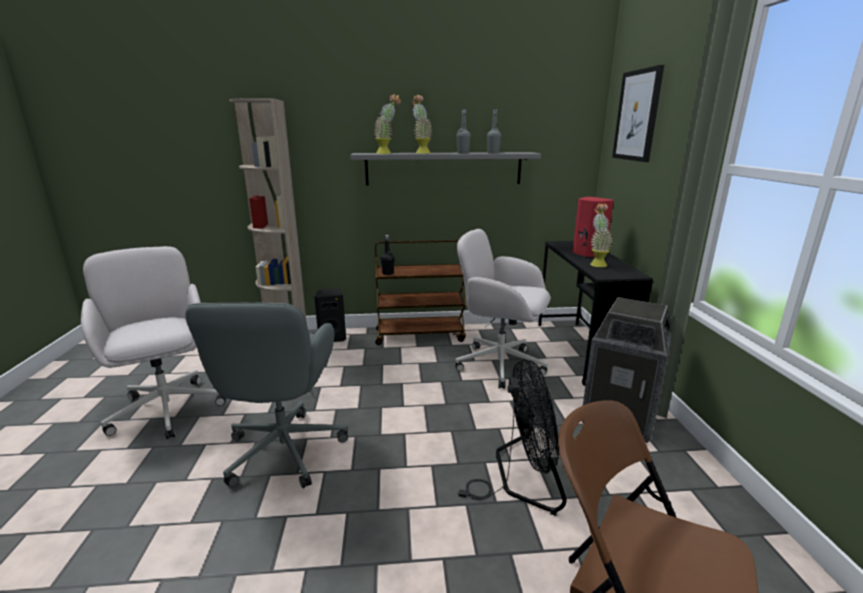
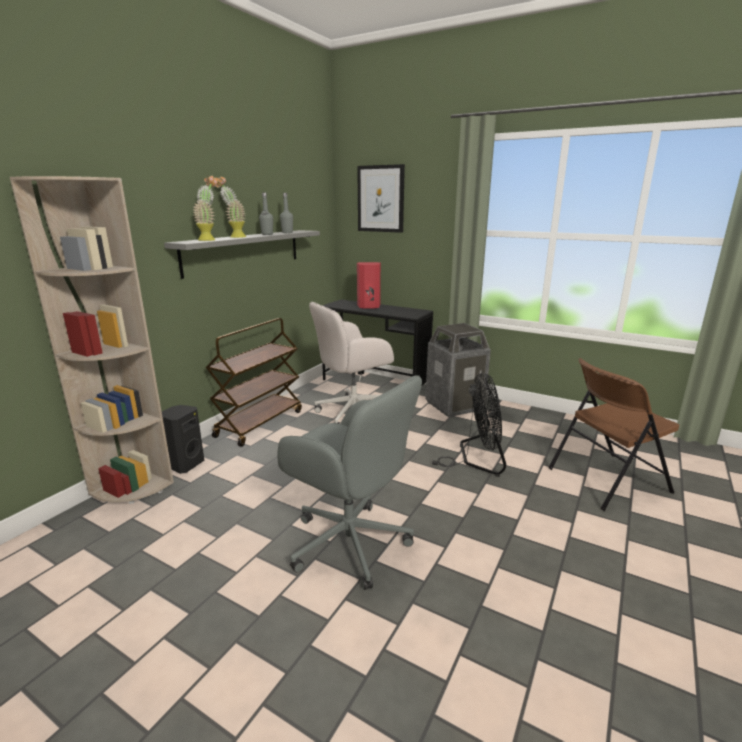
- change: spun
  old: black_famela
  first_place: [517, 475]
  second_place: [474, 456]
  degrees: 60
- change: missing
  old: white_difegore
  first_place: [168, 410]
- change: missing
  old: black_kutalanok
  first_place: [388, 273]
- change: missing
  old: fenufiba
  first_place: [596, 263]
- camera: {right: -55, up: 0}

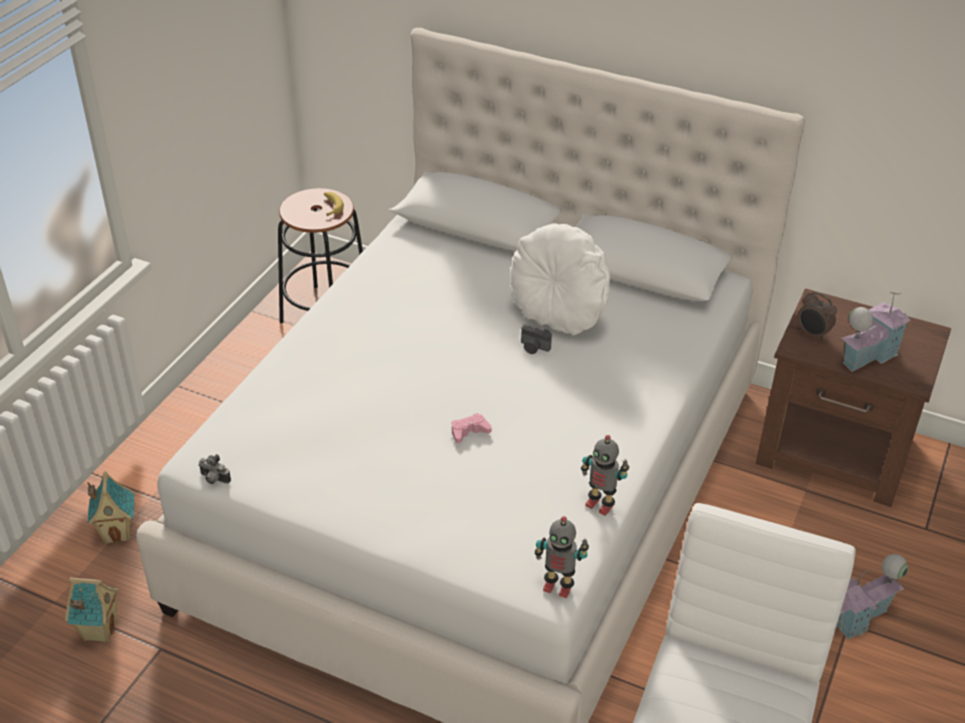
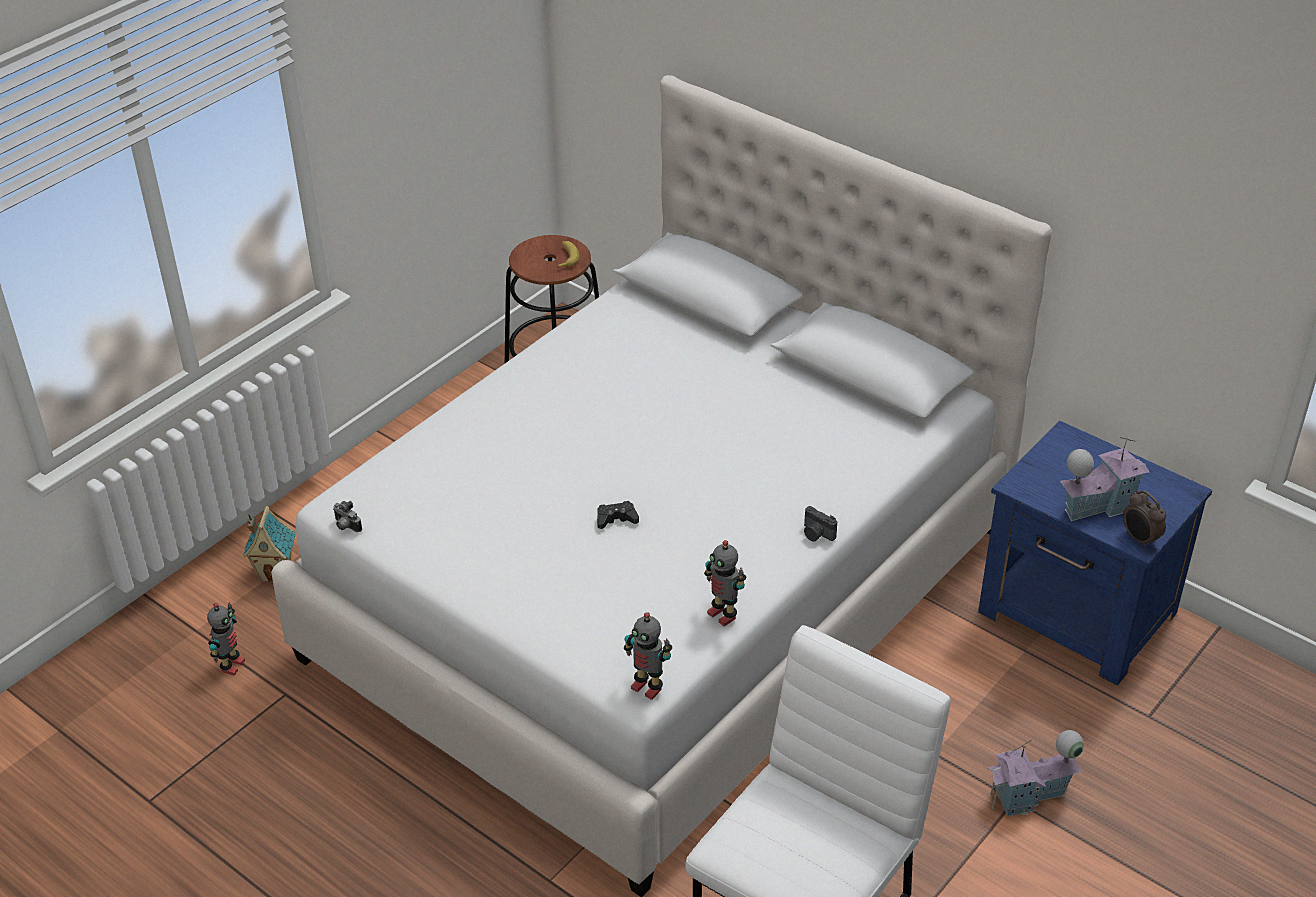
- change: exchanged
  old: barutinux
  new: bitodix
  first_place: [99, 630]
  second_place: [231, 665]
- change: colour
  old: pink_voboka
  new: black_voboka
  first_place: [469, 431]
  second_place: [616, 519]
- change: relocated
  old: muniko
  first_place: [533, 348]
  second_place: [816, 534]
- change: colour
  old: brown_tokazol
  new: blue_tokazol
  first_place: [836, 452]
  second_place: [1078, 615]
- change: relocated
  old: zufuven
  first_place: [812, 334]
  second_place: [1139, 539]
- change: missing
  old: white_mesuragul
  first_place: [557, 317]
- camera: {right: 15, up: 0}

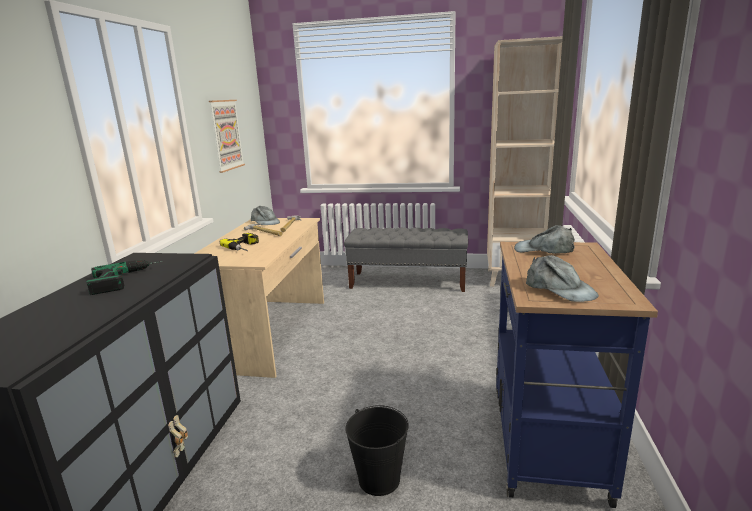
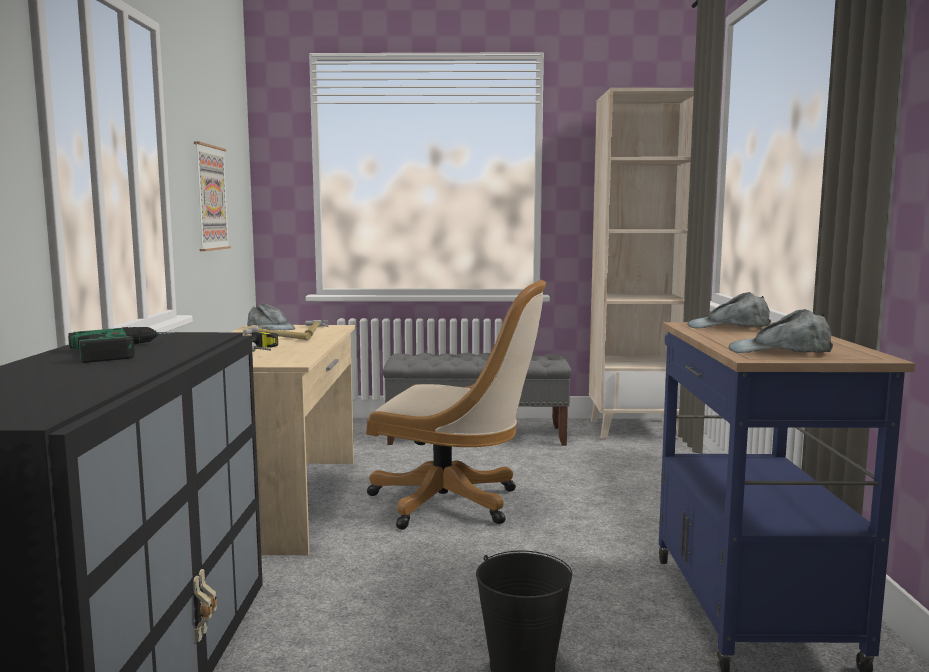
- change: appeared
  new: difegore
  second_place: [455, 503]
- change: spun
  old: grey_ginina
  first_place: [559, 289]
  second_place: [779, 351]
  degrees: 150
- camera: {right: -10, up: -10}

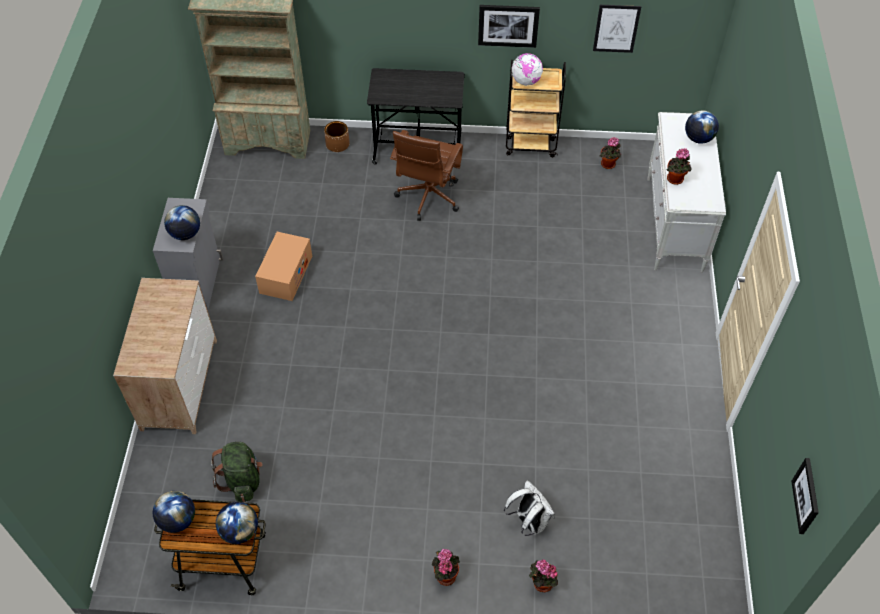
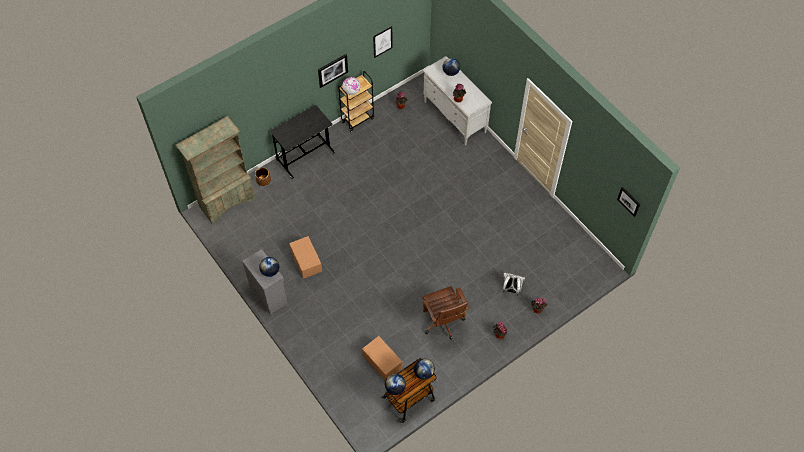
- change: exchanged
  old: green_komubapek
  new: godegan
  first_place: [242, 480]
  second_place: [382, 362]
- change: relocated
  old: brown_difegore
  first_place: [427, 199]
  second_place: [443, 323]
- change: missing
  old: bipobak
  first_place: [179, 384]
- camera: {right: -40, up: 5}

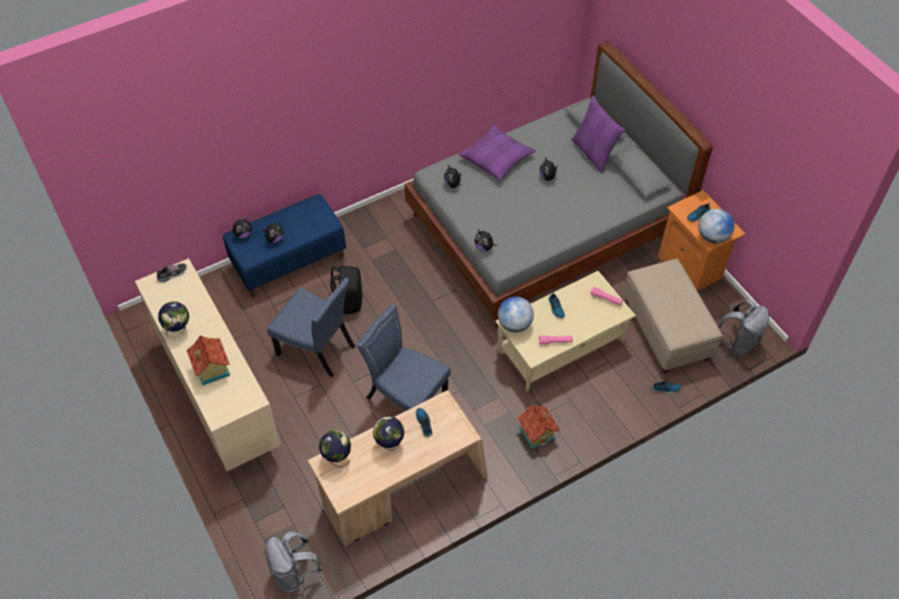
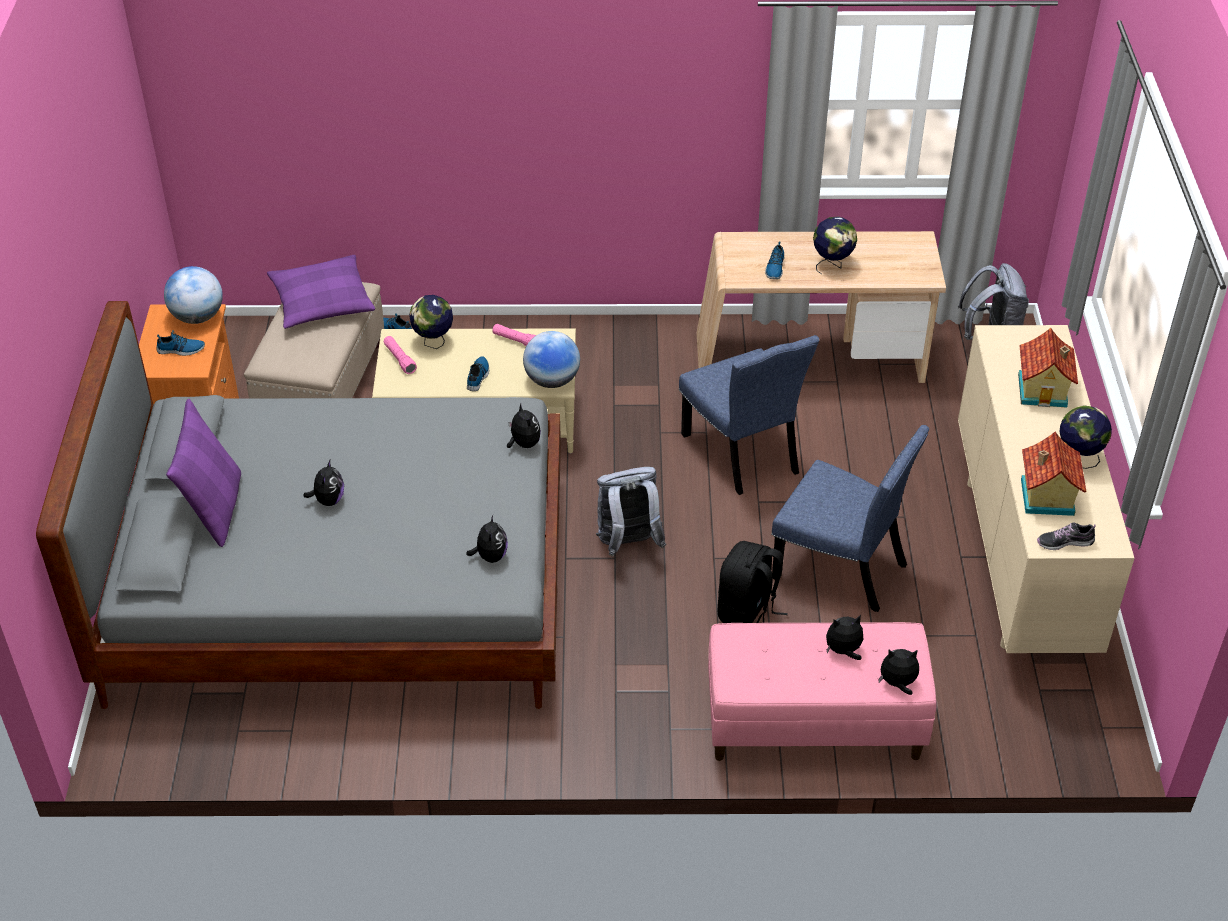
- change: relocated
  old: purple_mesuragul
  first_place: [496, 158]
  second_place: [322, 302]
- change: relocated
  old: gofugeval
  first_place: [337, 457]
  second_place: [433, 342]
- change: relocated
  old: grey_komubapek
  first_place: [738, 342]
  second_place: [628, 544]
- change: colour
  old: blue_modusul
  new: pink_modusul
  first_place: [289, 261]
  second_place: [813, 725]
- change: spun
  old: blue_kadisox
  first_place: [315, 348]
  second_place: [838, 567]
  degrees: 150
- change: relocated
  old: barutinux
  first_place: [537, 433]
  second_place: [1045, 497]
- camera: {right: -150, up: -10}

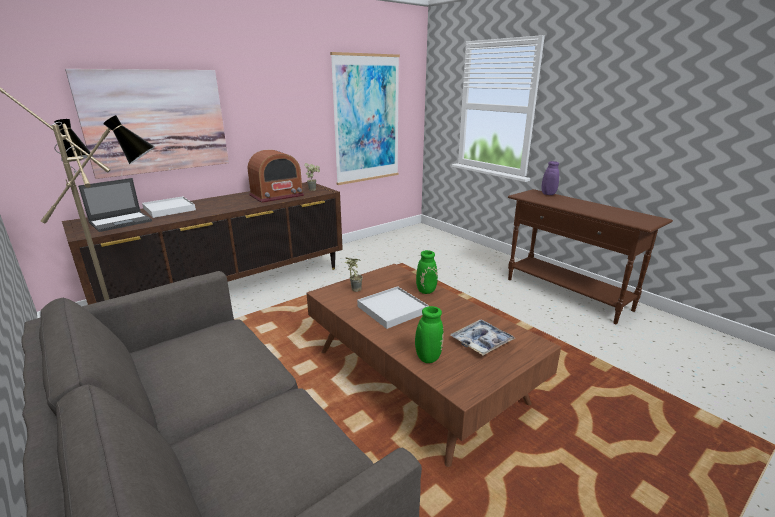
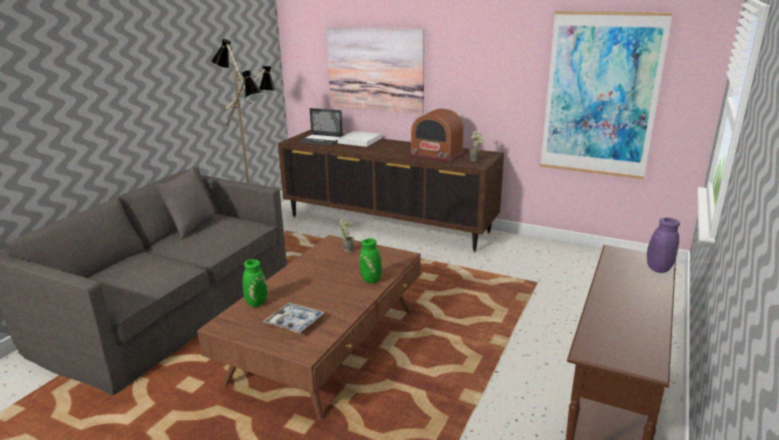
- change: appeared
  new: grey_mesuragul
  second_place: [191, 226]
- change: missing
  old: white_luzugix
  first_place: [392, 309]
- camera: {right: 65, up: 0}

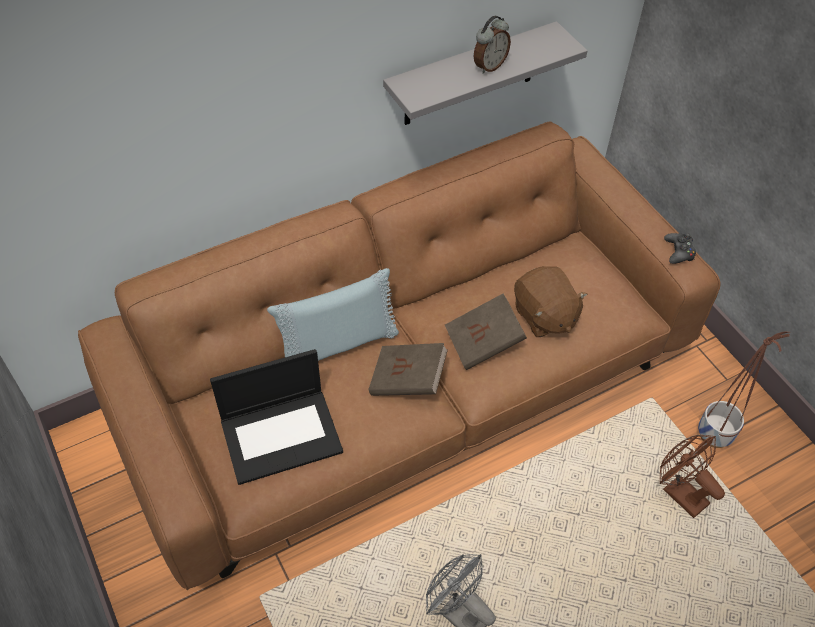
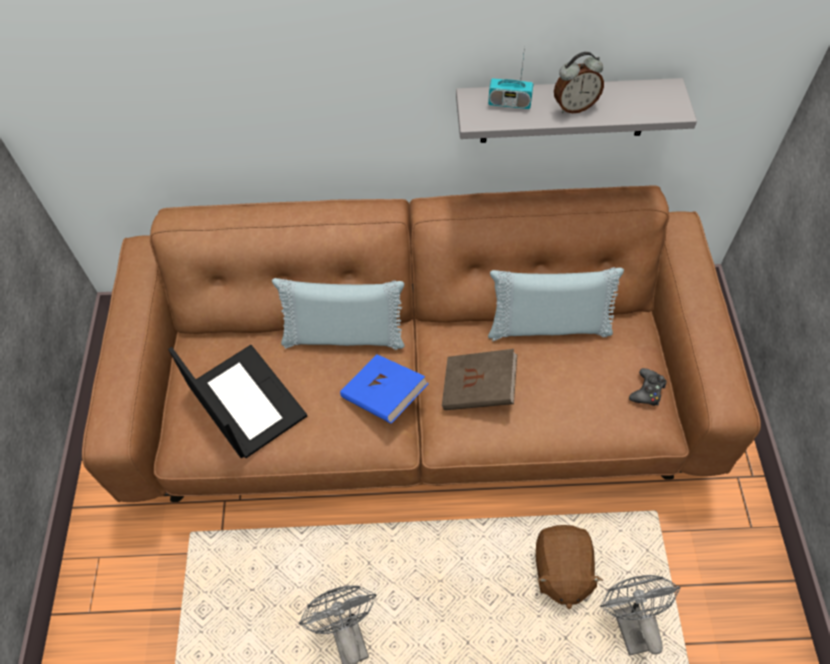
- change: spun
  old: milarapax
  first_place: [282, 434]
  second_place: [245, 401]
  degrees: -135
- change: colour
  old: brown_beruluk
  new: blue_beruluk
  first_place: [407, 380]
  second_place: [384, 397]
- change: appeared
  new: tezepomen
  second_place: [509, 103]
- change: appeared
  new: blue_mesuragul
  second_place: [548, 326]
- change: relocated
  old: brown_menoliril
  first_place: [544, 316]
  second_place: [561, 571]
- change: colour
  old: brown_famela
  new: grey_famela
  first_place: [679, 492]
  second_place: [629, 622]
- change: relocated
  old: black_voboka
  first_place: [679, 252]
  second_place: [647, 391]
- change: missing
  old: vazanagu
  first_place: [715, 434]
- camera: {right: 30, up: 5}

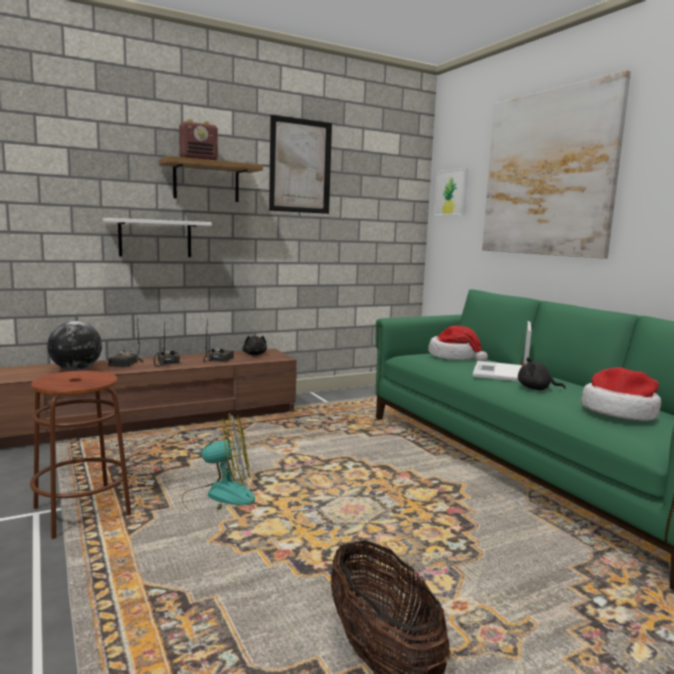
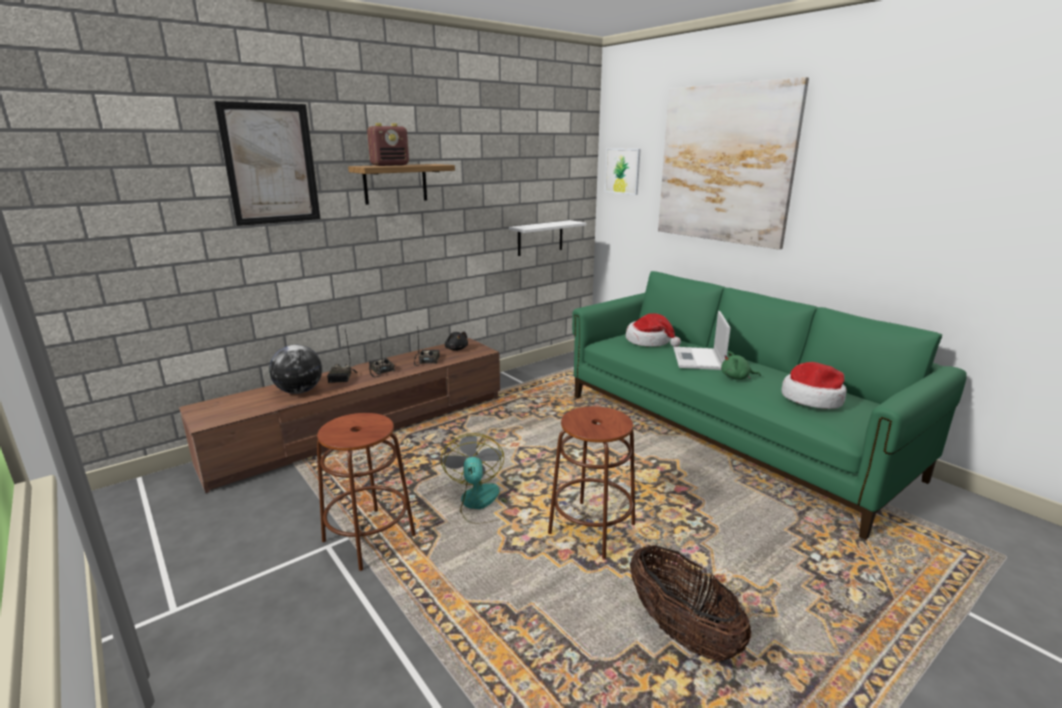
- change: relocated
  old: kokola
  first_place: [300, 166]
  second_place: [270, 164]
- change: spun
  old: famela
  first_place: [219, 497]
  second_place: [481, 504]
  degrees: -75
- change: relocated
  old: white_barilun
  first_place: [155, 238]
  second_place: [540, 238]
- change: appeared
  new: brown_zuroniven
  second_place: [592, 529]
- change: colour
  old: black_menoliril
  new: green_menoliril
  first_place: [536, 389]
  second_place: [737, 378]
- camera: {right: -10, up: 10}

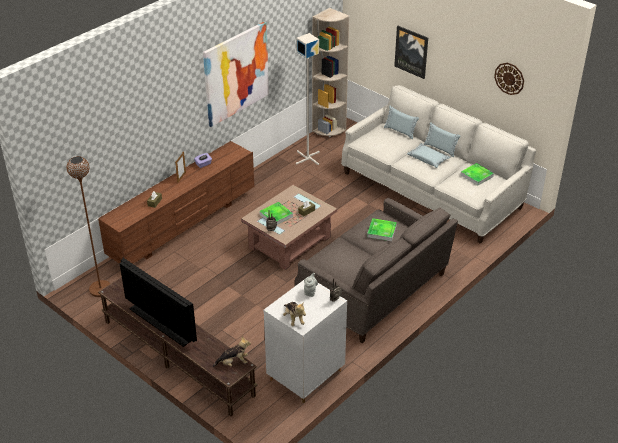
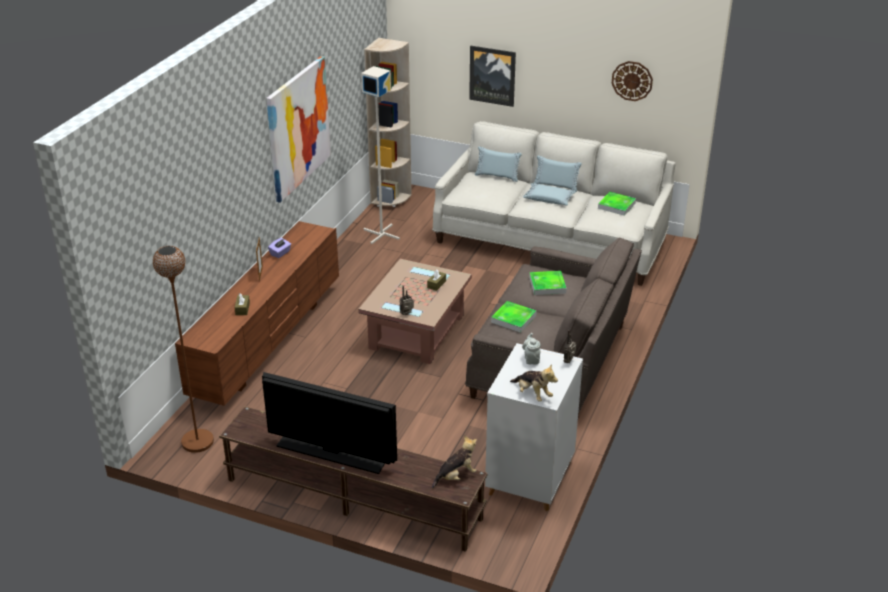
- change: relocated
  old: luzugix
  first_place: [276, 215]
  second_place: [513, 319]
- camera: {right: -20, up: -5}

